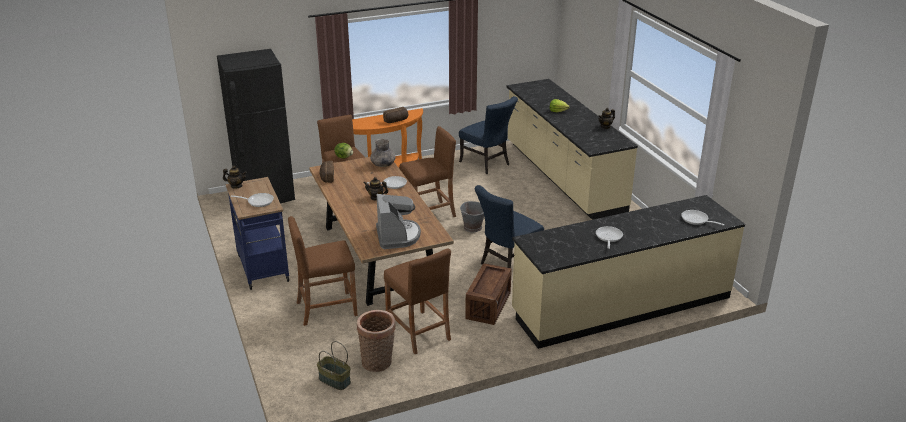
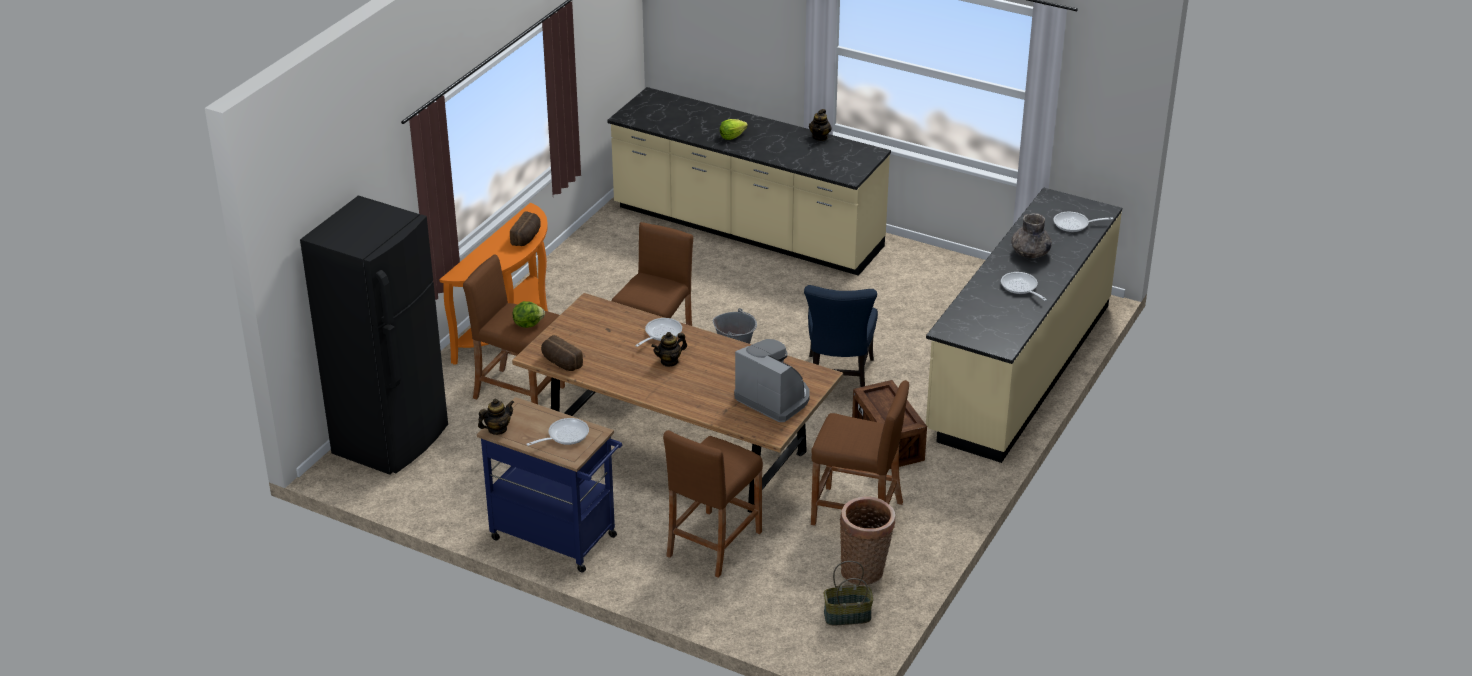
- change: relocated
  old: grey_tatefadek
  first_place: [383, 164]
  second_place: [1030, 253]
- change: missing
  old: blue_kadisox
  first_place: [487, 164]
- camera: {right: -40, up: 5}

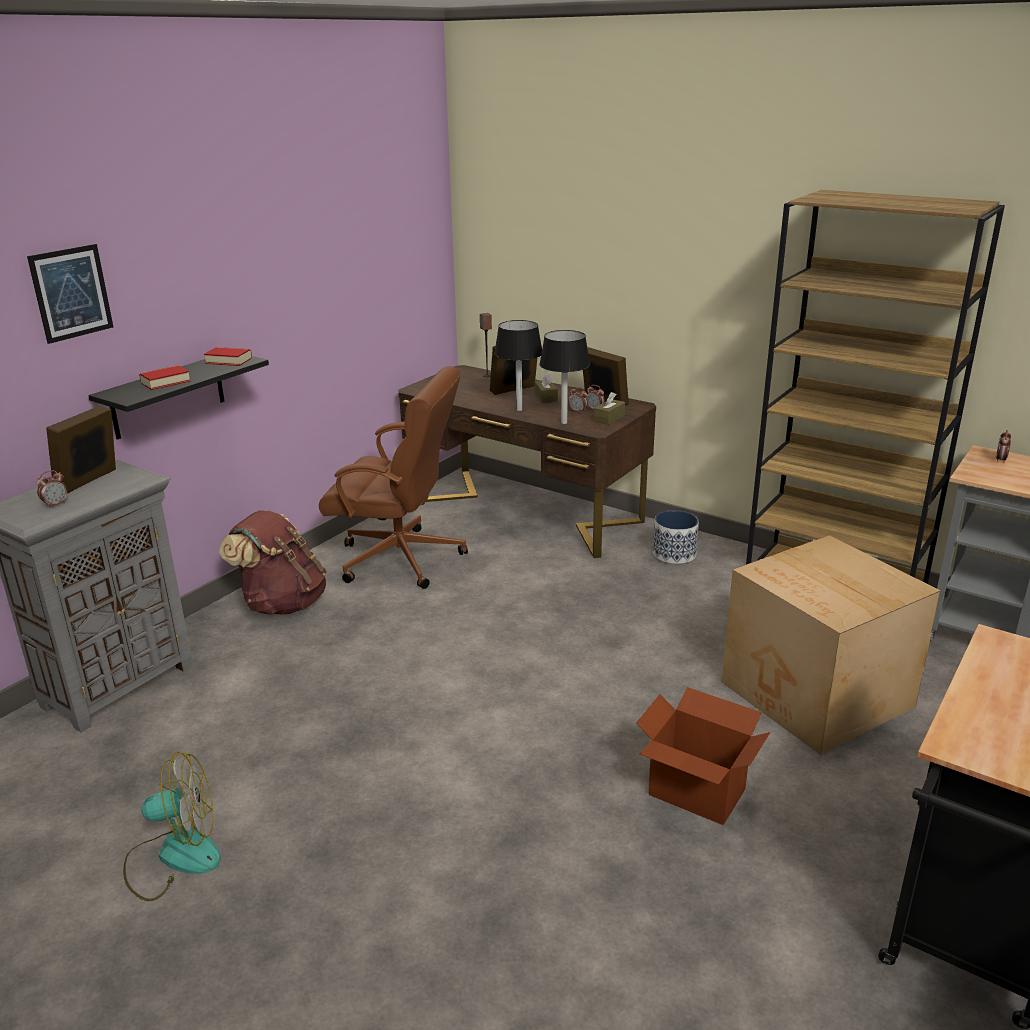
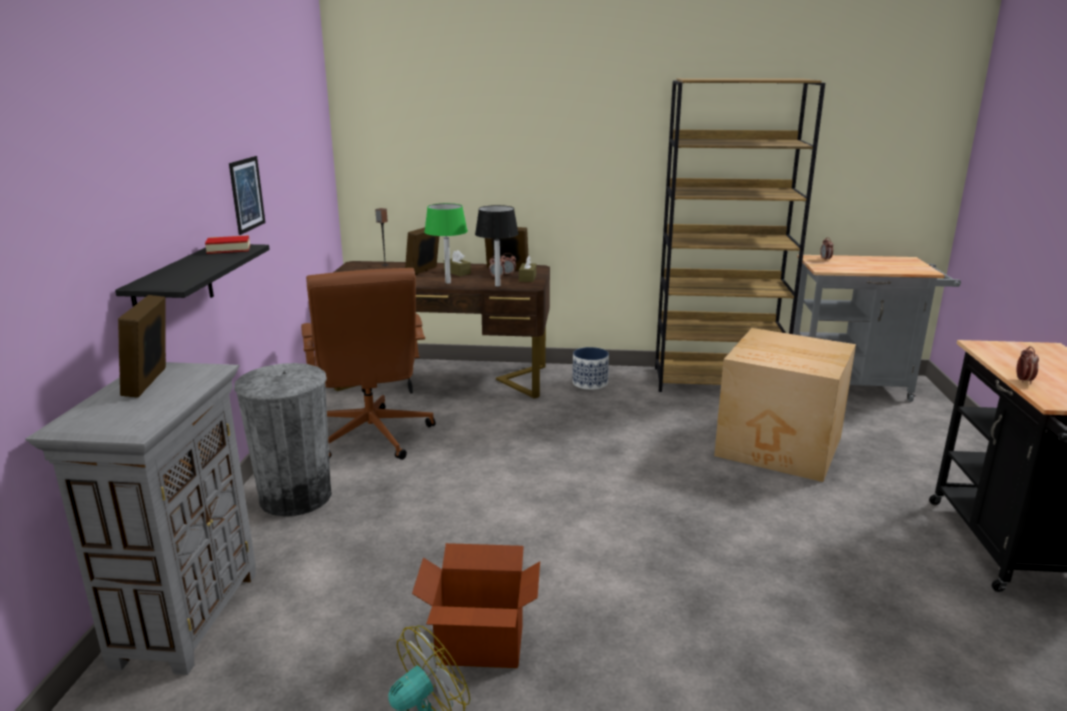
- change: relocated
  old: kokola
  first_place: [71, 293]
  second_place: [247, 194]
- change: exchanged
  old: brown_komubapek
  new: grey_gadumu
  first_place: [282, 603]
  second_place: [295, 497]
- change: spun
  old: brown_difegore
  first_place: [399, 558]
  second_place: [372, 434]
  degrees: 90
- change: relocated
  old: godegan
  first_place: [696, 793]
  second_place: [480, 646]
- change: colour
  old: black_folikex
  new: green_folikex
  first_place: [519, 410]
  second_place: [448, 282]
- change: relocated
  old: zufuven
  first_place: [56, 504]
  second_place: [1023, 380]
- change: missing
  old: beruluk
  first_place: [165, 382]
- camera: {right: -30, up: -5}

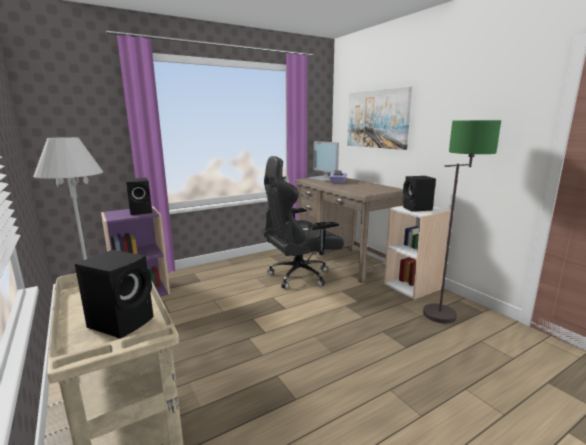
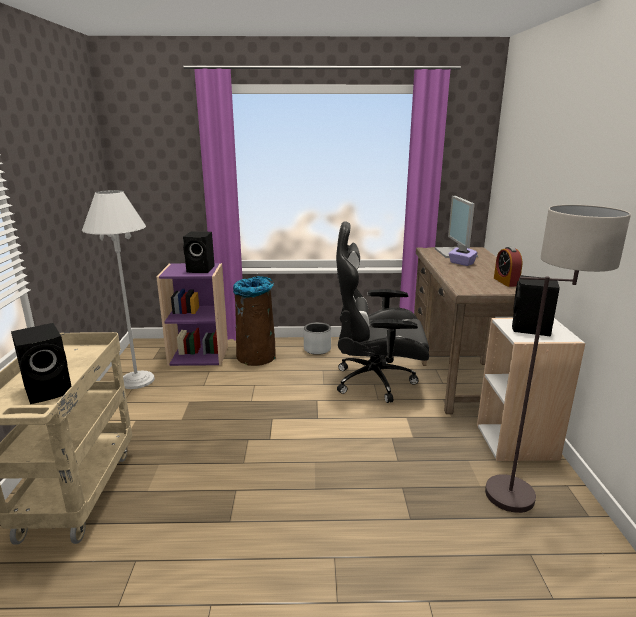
- change: appeared
  new: brown_gadumu
  second_place: [256, 356]
- change: appeared
  new: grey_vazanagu
  second_place: [317, 349]
- change: colour
  old: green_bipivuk
  new: grey_bipivuk
  first_place: [447, 313]
  second_place: [524, 497]
- change: appeared
  new: zufuven
  second_place: [506, 282]
- change: missing
  old: kokola
  first_place: [377, 119]
- camera: {right: 30, up: 5}

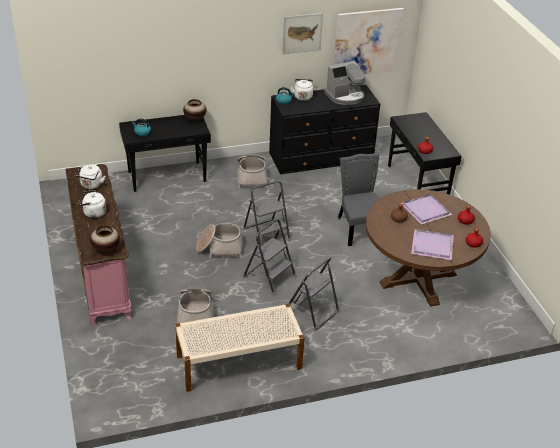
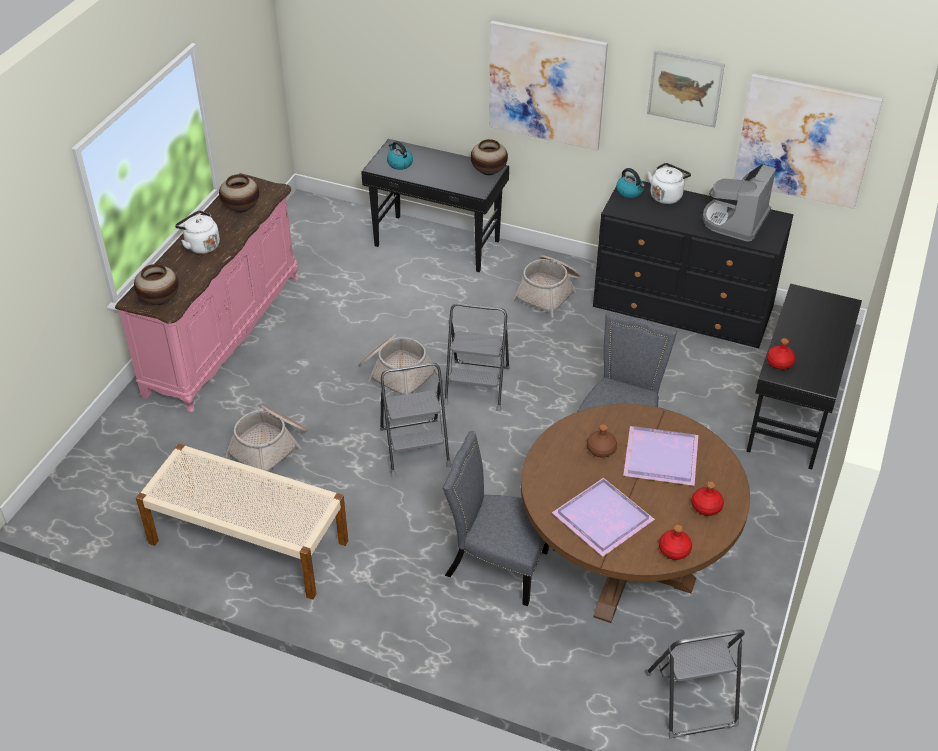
- change: exchanged
  old: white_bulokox
  new: tatefadek
  first_place: [91, 185]
  second_place: [241, 208]
- change: appeared
  new: grey_kadisox
  second_place: [498, 566]
- change: appeared
  new: kokola
  second_place: [546, 85]
- change: relocated
  old: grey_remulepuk
  first_place: [312, 312]
  second_place: [691, 701]
- change: spun
  old: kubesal
  first_place: [345, 96]
  second_place: [735, 220]
  degrees: 105
- camera: {right: 40, up: 5}

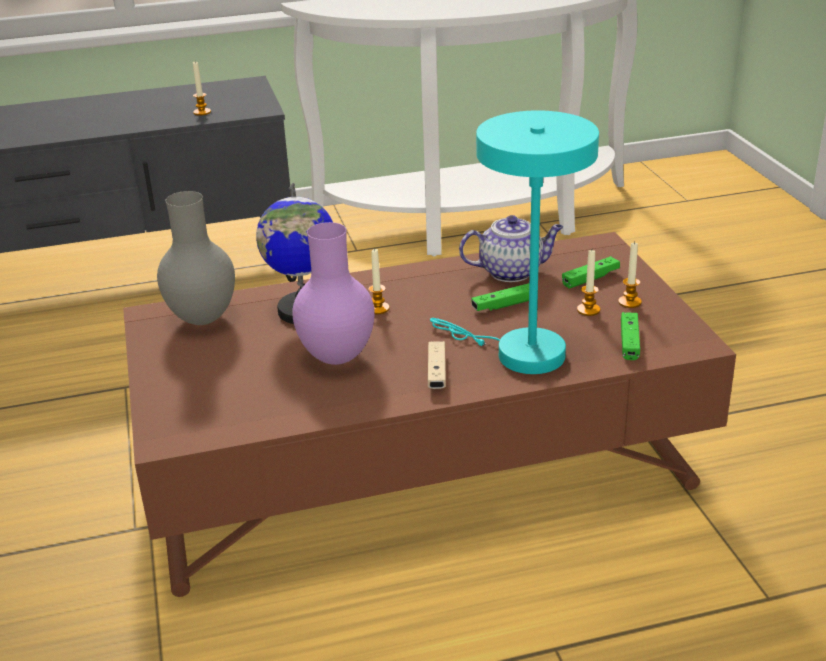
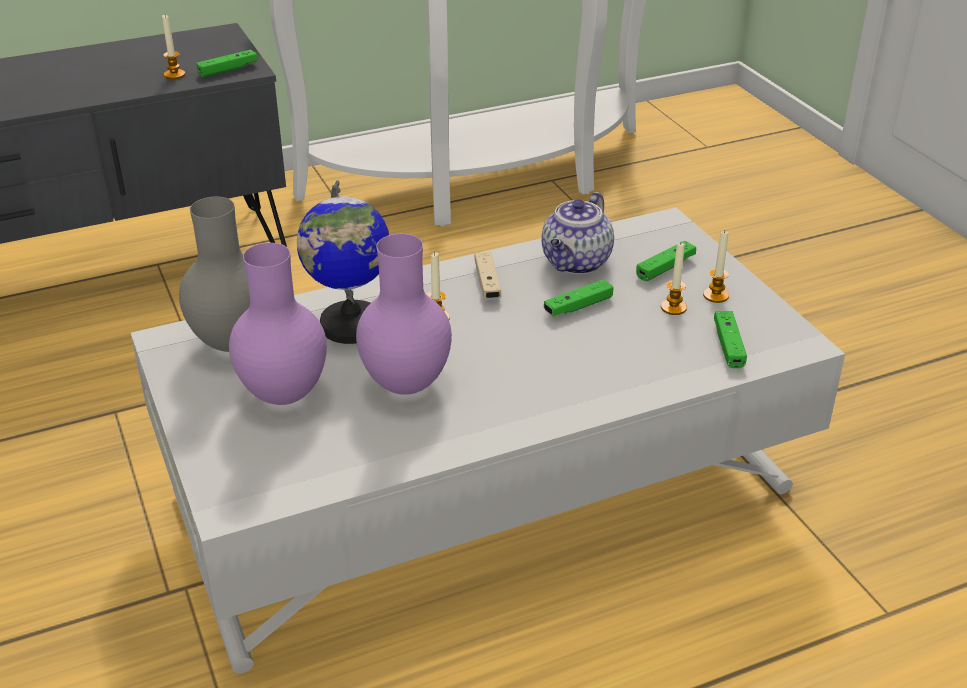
- change: colour
  old: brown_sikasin
  new: white_sikasin
  first_place: [421, 471]
  second_place: [486, 494]
- change: appeared
  new: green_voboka
  second_place: [228, 70]
- change: appeared
  new: purple_tatefadek
  second_place: [286, 394]
- change: relocated
  old: beige_voboka
  first_place: [436, 373]
  second_place: [487, 283]
- change: spun
  old: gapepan
  first_place: [512, 272]
  second_place: [576, 263]
  degrees: 135
- change: missing
  old: turquoise_folikex
  first_place: [519, 353]
- camera: {right: -10, up: 5}

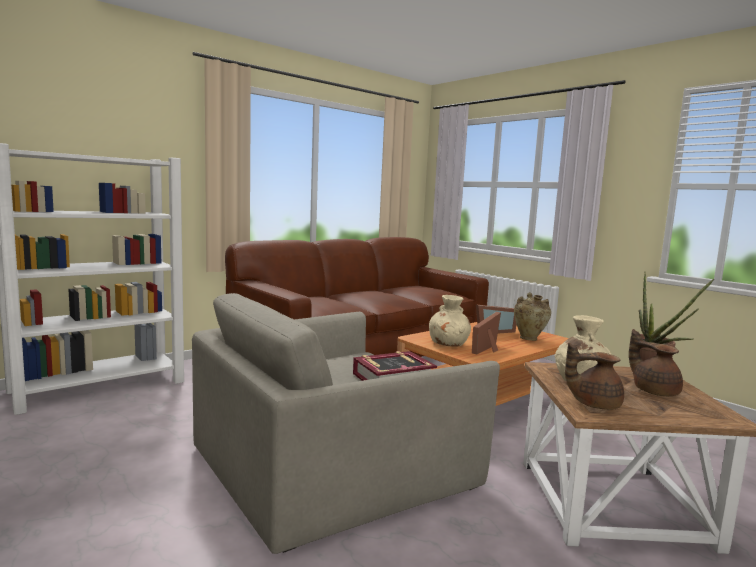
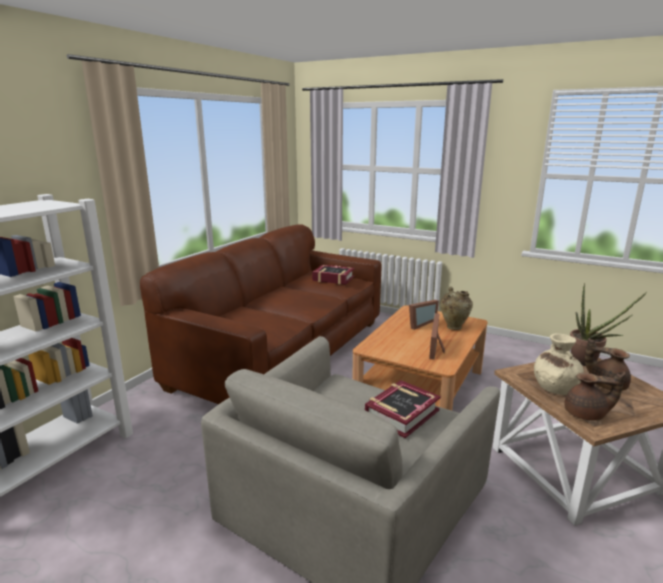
- change: appeared
  new: beruluk
  second_place: [333, 279]
- change: spun
  old: brown_gapepan
  first_place: [593, 404]
  second_place: [586, 414]
  degrees: -150
- change: missing
  old: beige_tatefadek
  first_place: [448, 344]
- camera: {right: -20, up: 10}

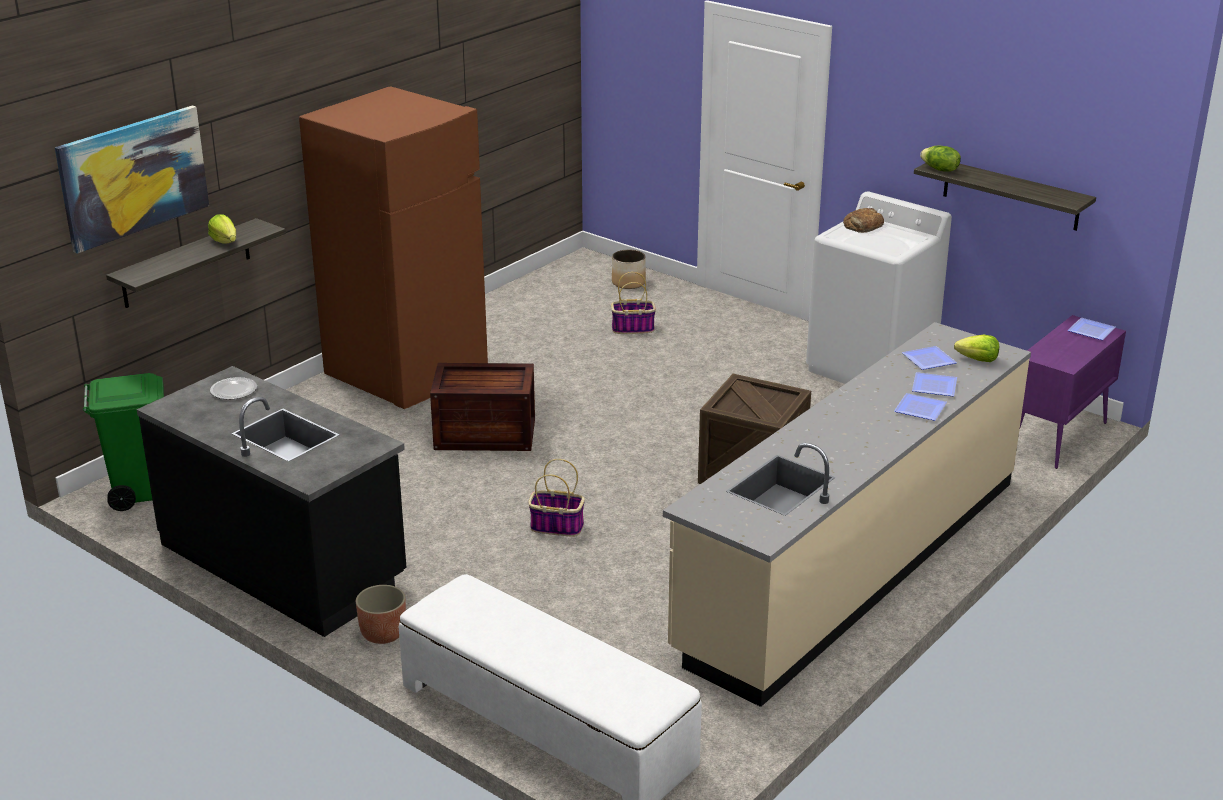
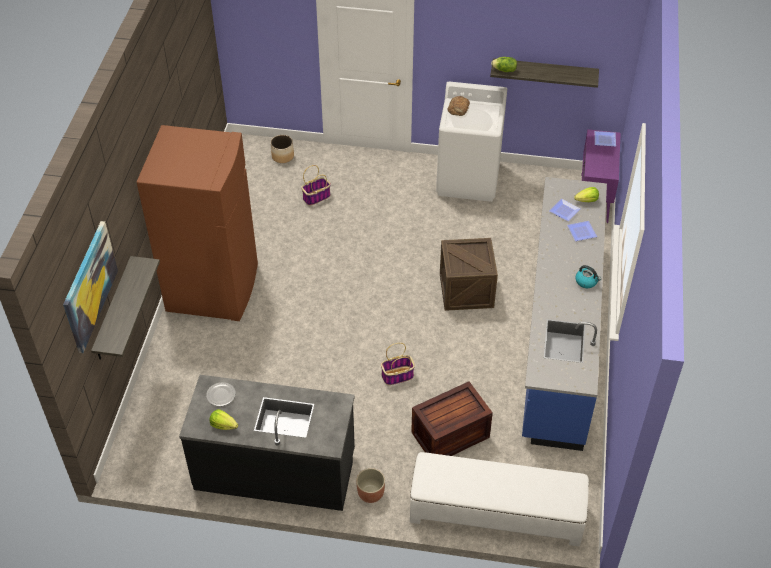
- change: relocated
  old: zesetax
  first_place: [225, 241]
  second_place: [223, 425]
- change: relocated
  old: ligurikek
  first_place: [483, 434]
  second_place: [449, 435]
- change: colour
  old: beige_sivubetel
  new: blue_sivubetel
  first_place: [850, 564]
  second_place: [558, 336]
- change: appeared
  new: bulokox
  second_place: [586, 281]
- change: missing
  old: green_gadumu
  first_place: [139, 491]
- change: missing
  old: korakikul
  first_place: [921, 410]
- camera: {right: -30, up: 20}

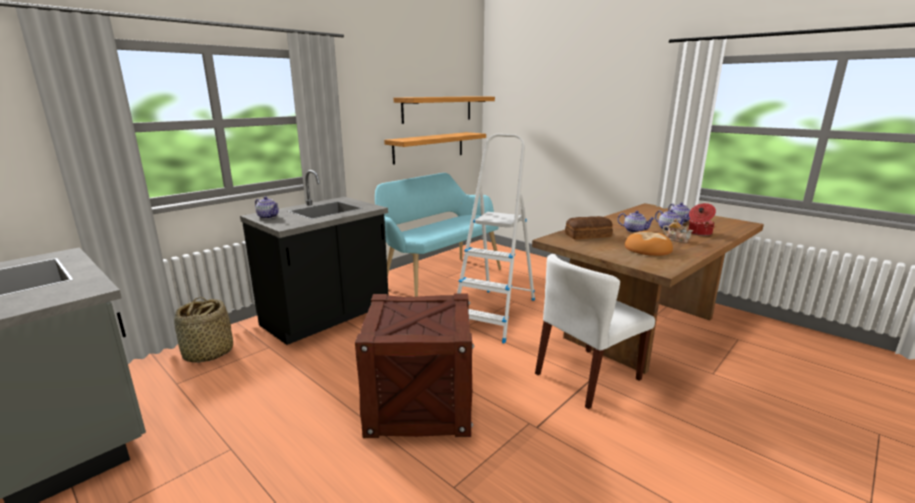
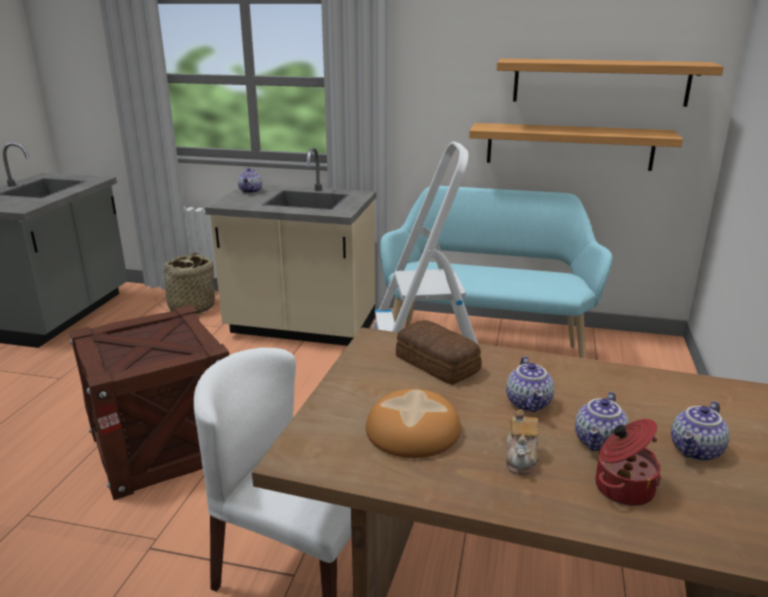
- change: colour
  old: black_sivubetel
  new: beige_sivubetel
  first_place: [327, 317]
  second_place: [301, 328]
- camera: {right: 60, up: 5}

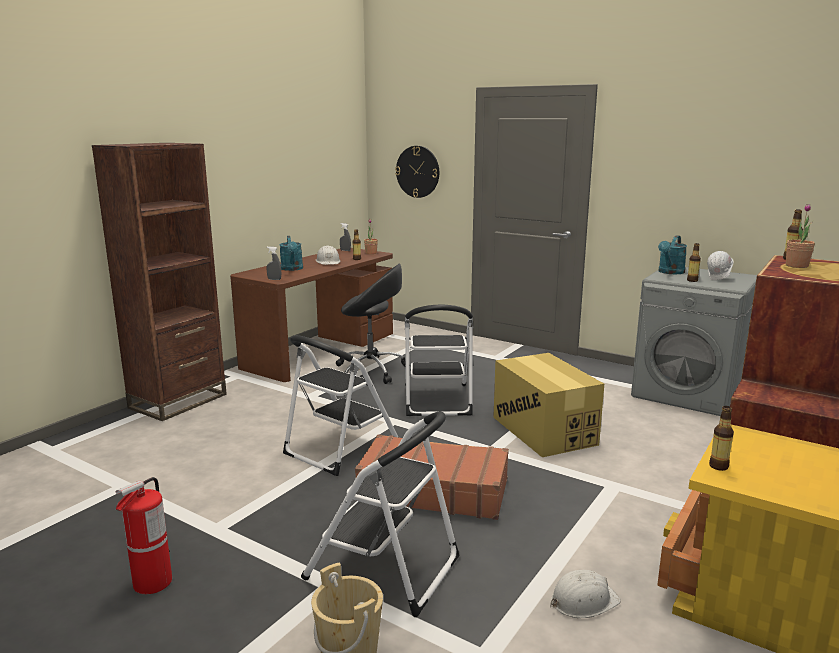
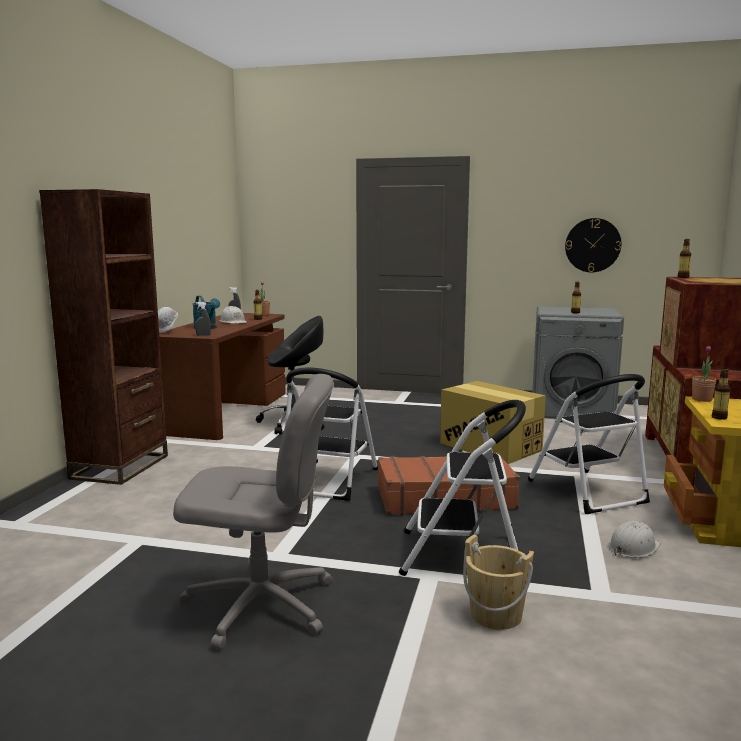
- change: relocated
  old: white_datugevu
  first_place: [718, 278]
  second_place: [168, 331]
- change: exchanged
  old: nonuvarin
  new: grey_difegore
  first_place: [152, 583]
  second_place: [261, 605]
- change: relocated
  old: remulepuk
  first_place: [437, 401]
  second_place: [588, 493]
- change: relocated
  old: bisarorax
  first_place: [417, 171]
  second_place: [592, 245]
- change: relocated
  old: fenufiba
  first_place: [796, 266]
  second_place: [702, 399]
- change: missing
  old: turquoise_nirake
  first_place: [670, 272]
- camera: {right: -20, up: -5}

